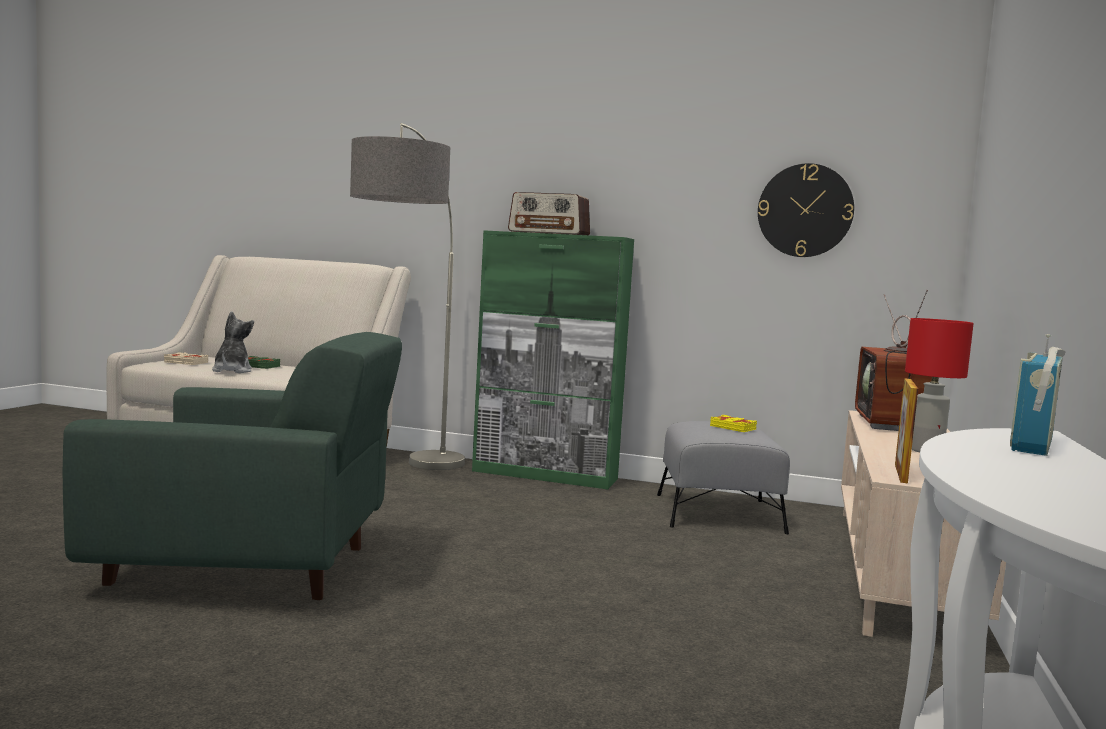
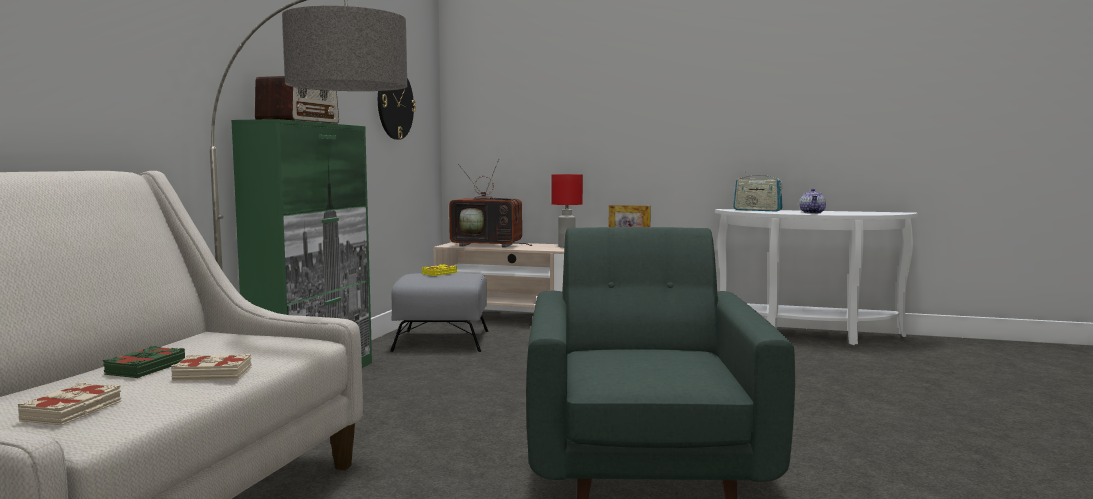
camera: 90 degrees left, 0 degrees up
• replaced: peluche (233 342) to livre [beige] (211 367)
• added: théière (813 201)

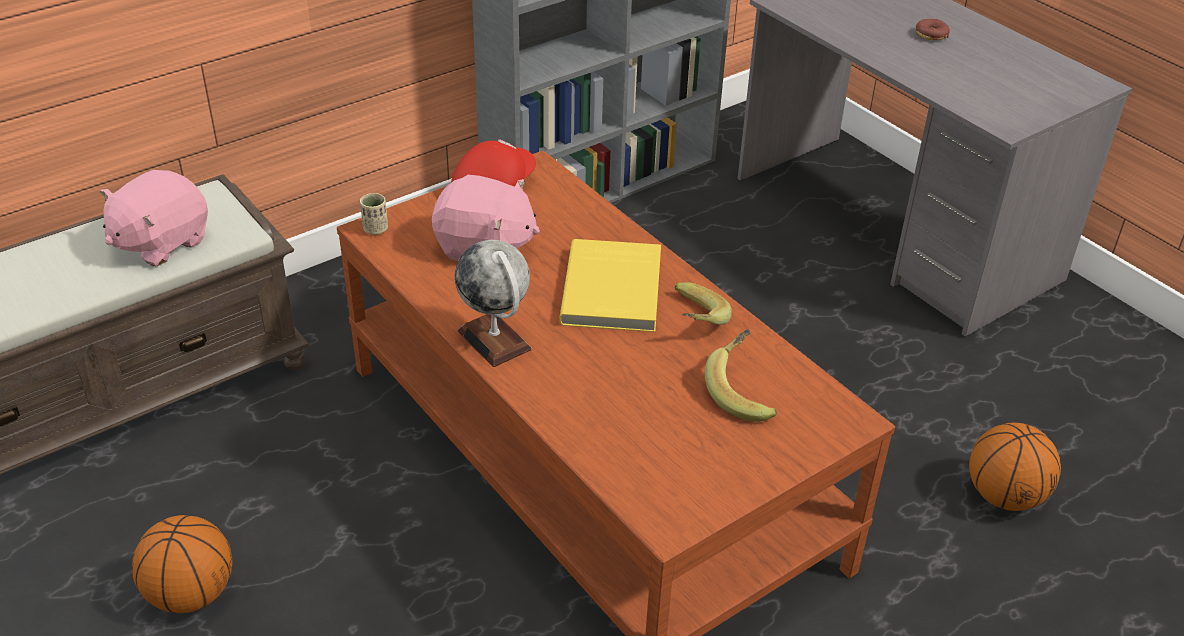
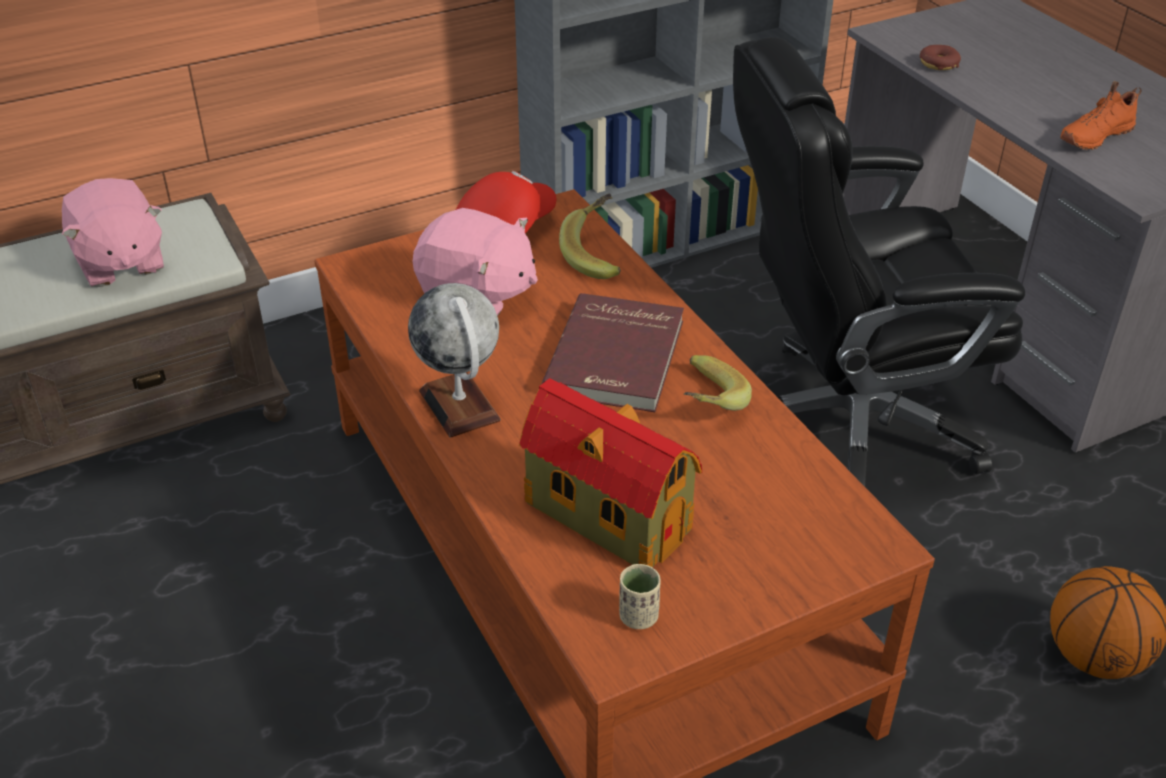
camera: 10 degrees right, 0 degrees up
• turned: peluche [rose] (154 218) = (113 232) 75 degrees counterclockwise
• removed: ballon de basket (182 564)
• moved: tasse [beige] (374 214) to (640 596)
• recoloured: livre [jaune] (610 285) to livre [rouge] (613 352)
• moved: banane (741 375) to (590 236)
• moved: beignet (933 29) to (940 57)
• added: maison miniature (610 472)
• added: chaise de bureau [noir] (879 261)
• added: chaussure [orange] (1101 115)

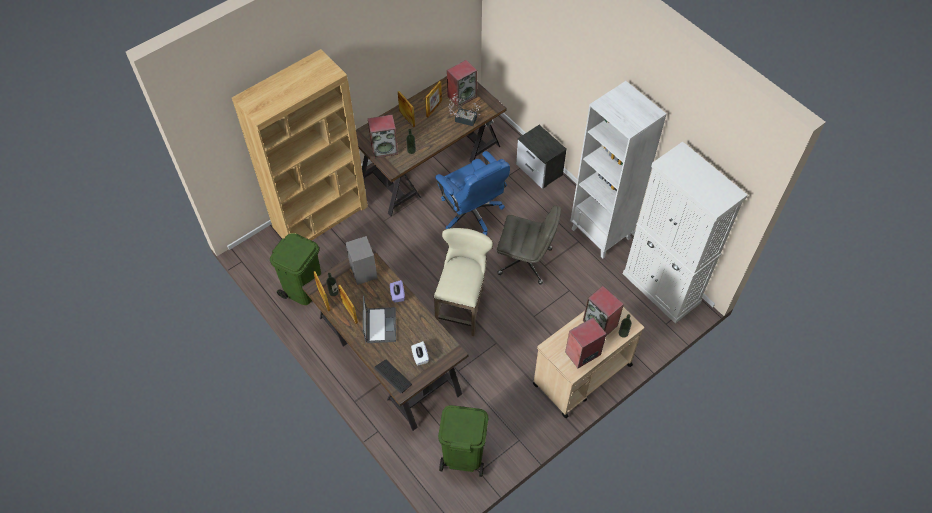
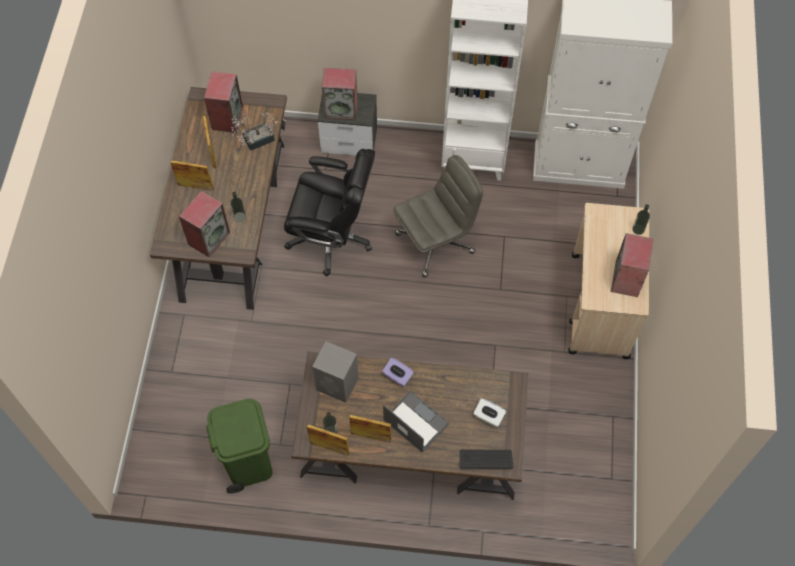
camera: 45 degrees left, 5 degrees up
• removed: bibliothèque [marron] (300 145)
• removed: tabouret [beige] (463 282)
• recoloured: chaise de bureau [bleu] (472 193) to chaise de bureau [noir] (329 212)
• removed: poubelle [vert] (463 441)
• moved: enceinte (603 311) to (340 94)

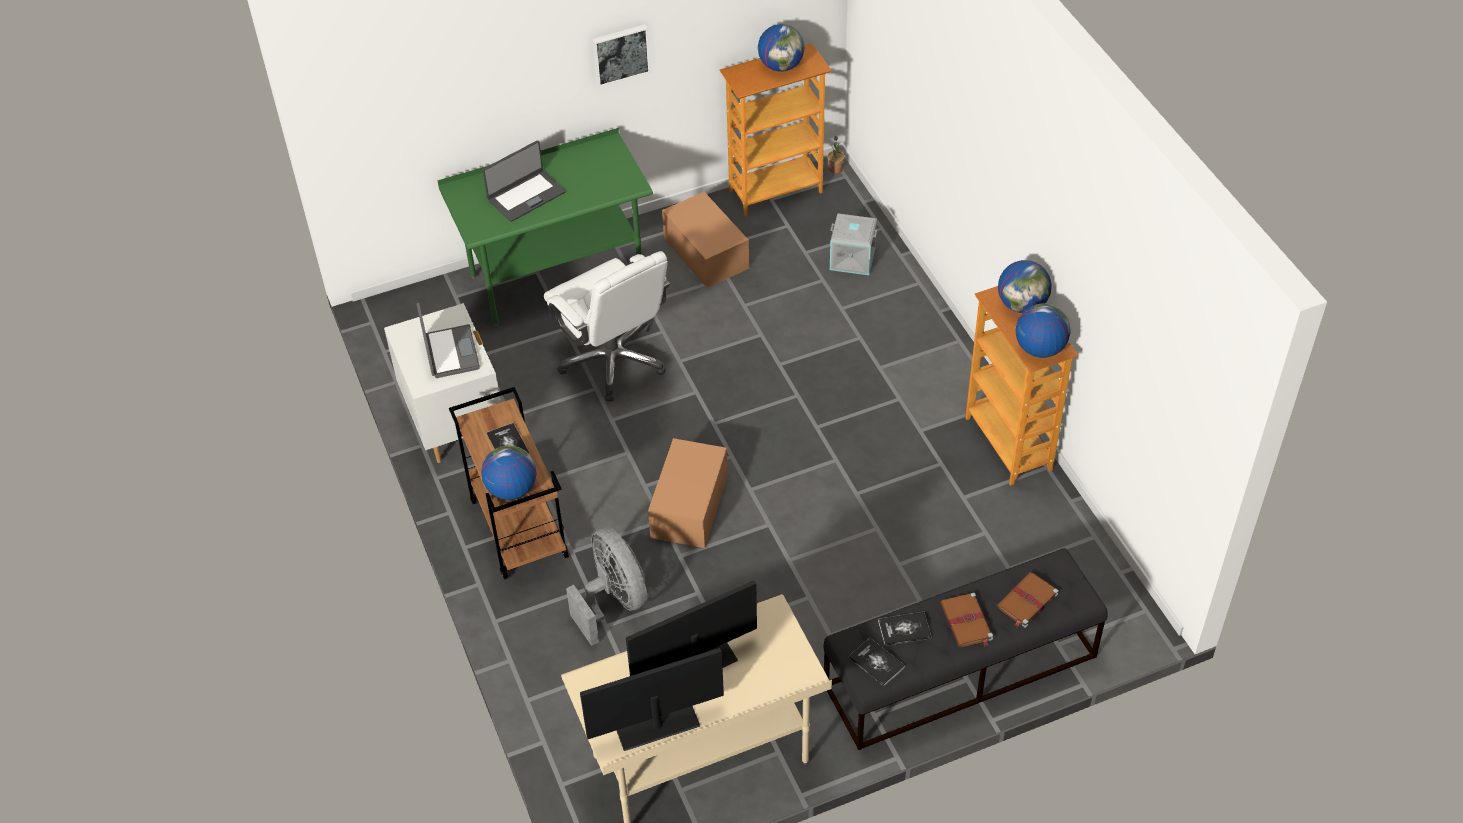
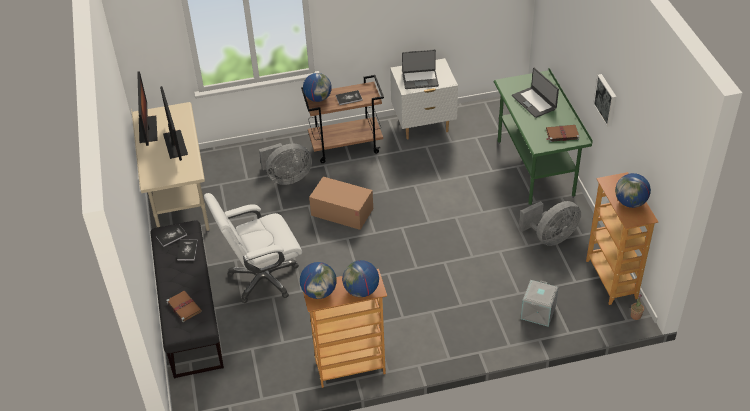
camera: 100 degrees right, 5 degrees down
• moved: chaise de bureau [blanc] (607 326) to (253 248)
• replaced: carton (705 240) to ventilateur [gris] (550 223)
• moved: livre [marron] (966 620) to (563 133)

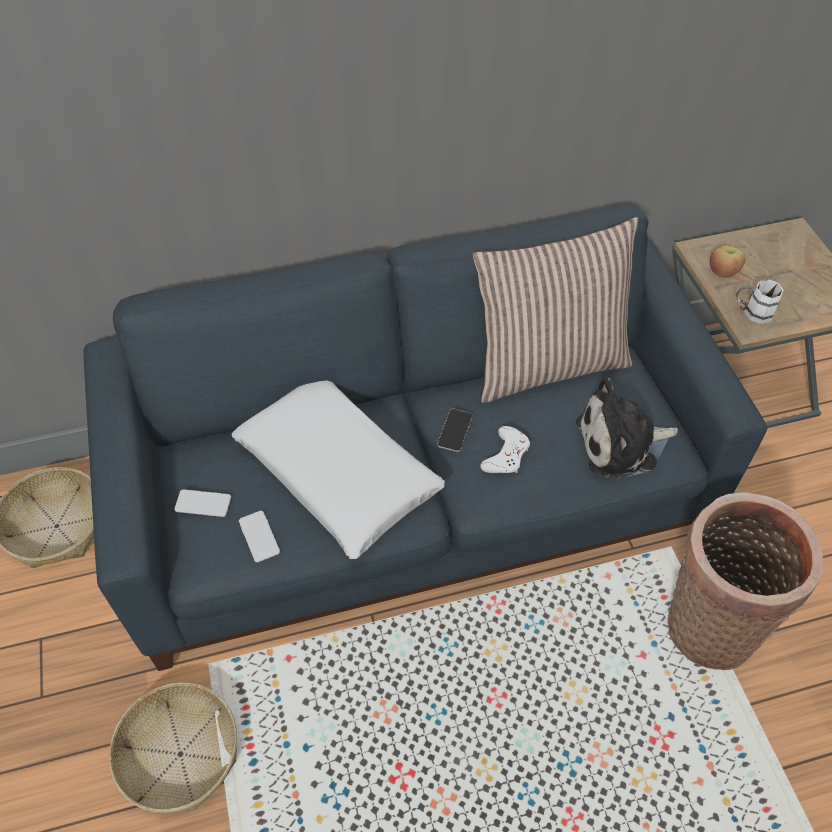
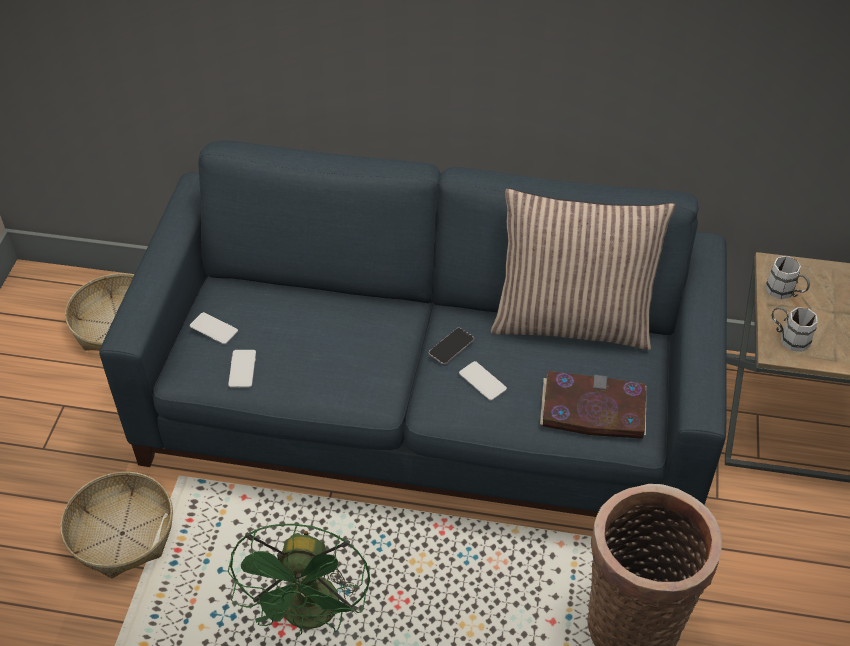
camera: 25 degrees right, 5 degrees down
• removed: coussin [blanc] (338 470)
• replaced: manette [blanc] (505 449) to téléphone (483 381)
• replaced: peluche (627 428) to livre (593 405)
• replaced: pomme (727 261) to mug [blanc] (787 277)
• added: ventilateur [vert] (299 579)

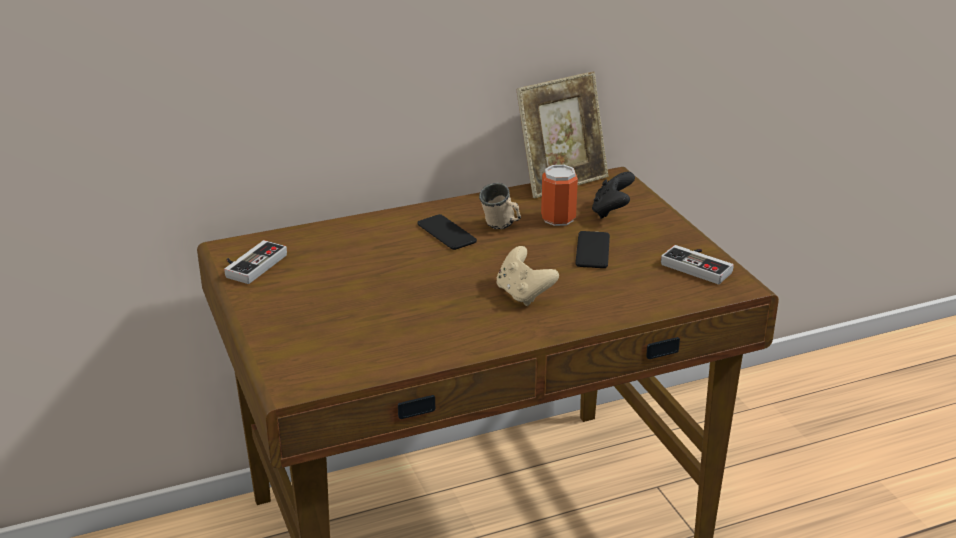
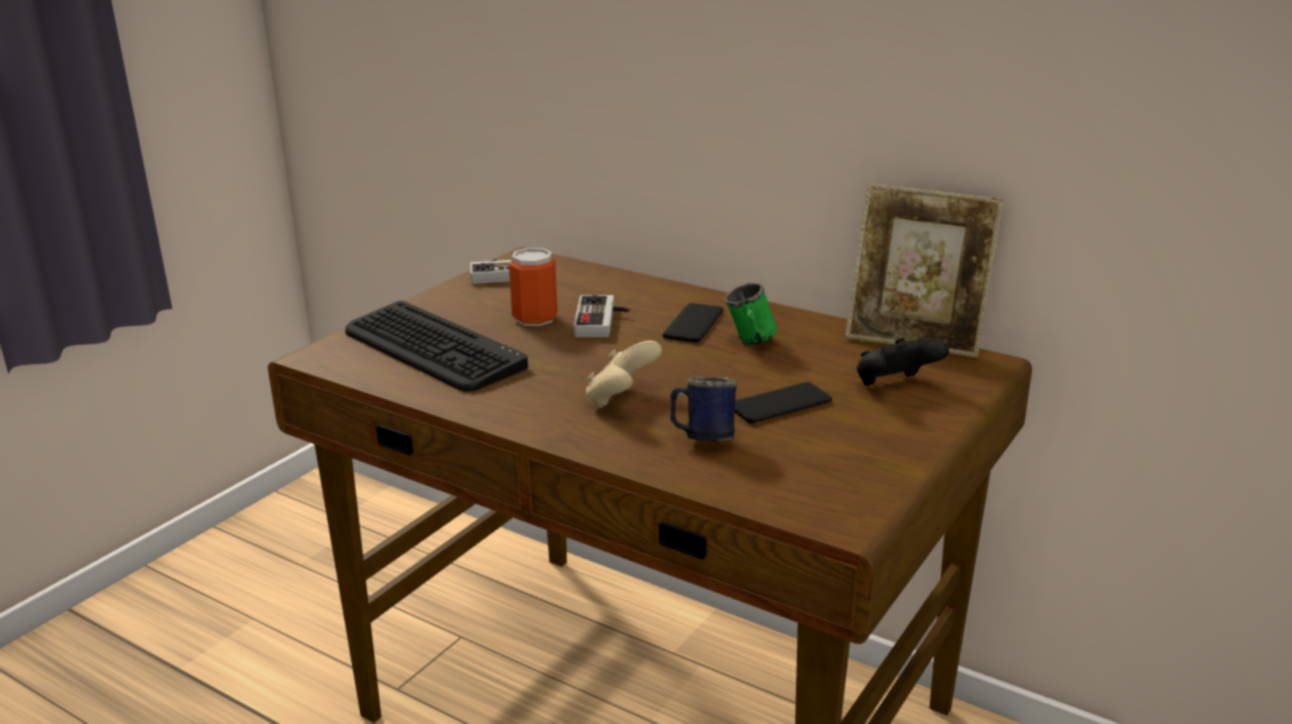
camera: 55 degrees right, 5 degrees down
• recoloured: mug [beige] (500 206) to mug [vert] (751 313)
• moved: boîte métallique (559 195) to (533 287)
• moved: manette (697 264) to (601 316)
• added: clavier (436 346)
• added: mug [bleu] (704 409)

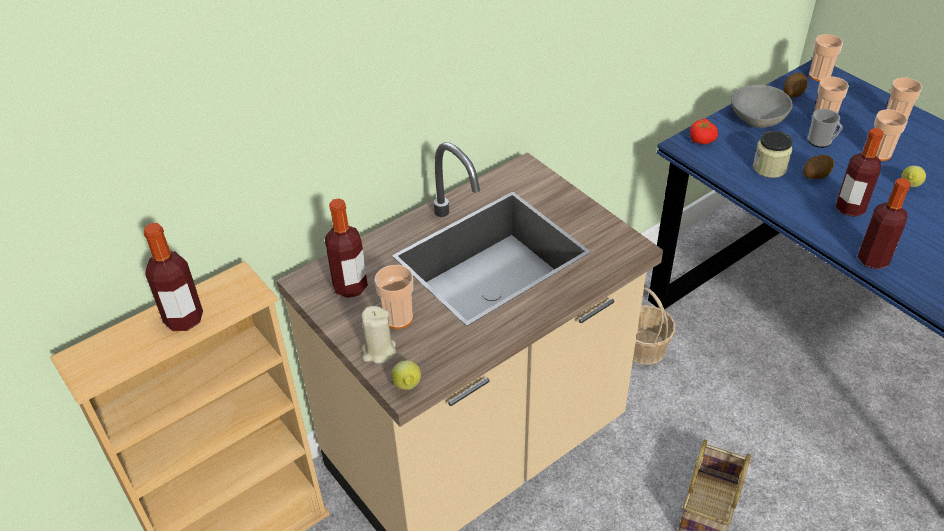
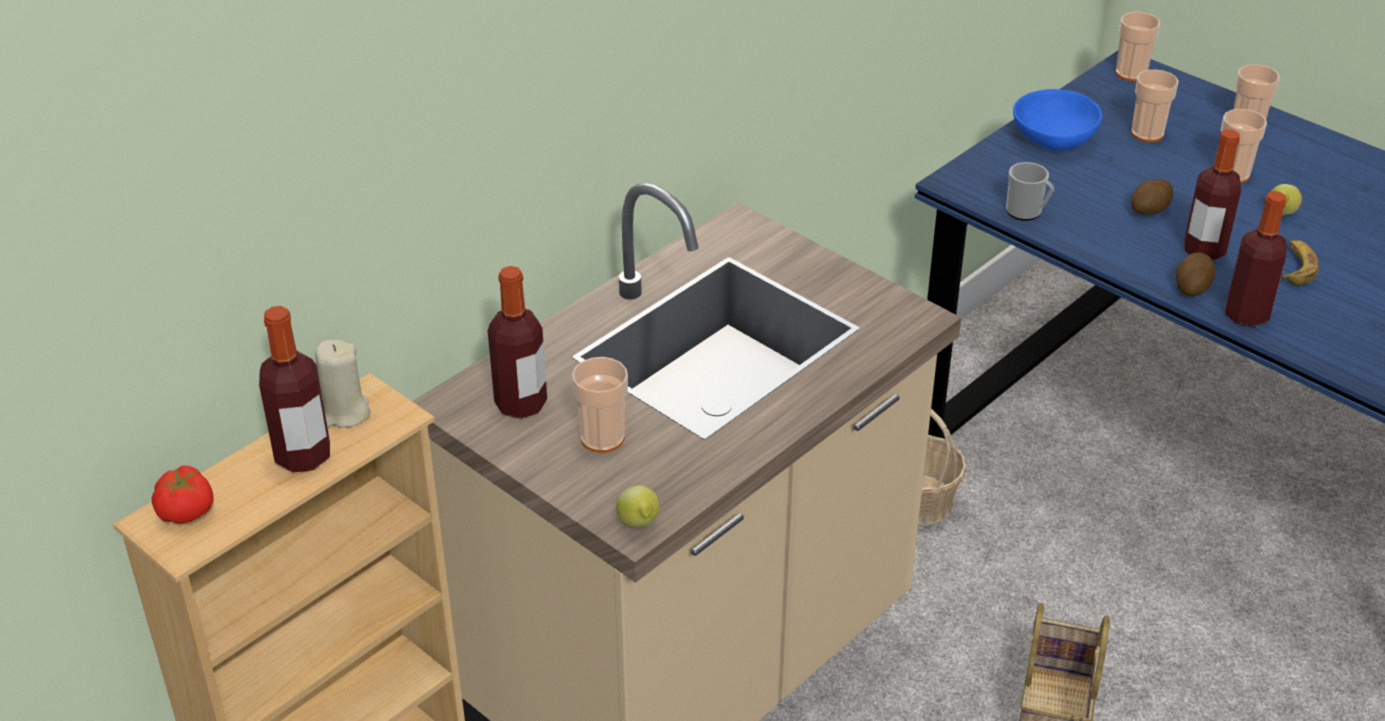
camera: 10 degrees left, 5 degrees down
• moved: bougie [beige] (378 335) to (343 384)
• moved: tomate (704 131) to (183 494)
• recoloured: bol [gris] (762 106) to bol [bleu] (1057 120)
• removed: bocal (773 154)
• moved: pomme de terre (795 85) to (1195 274)
• moved: mug (825 128) to (1030 191)
• added: banane (1299 262)

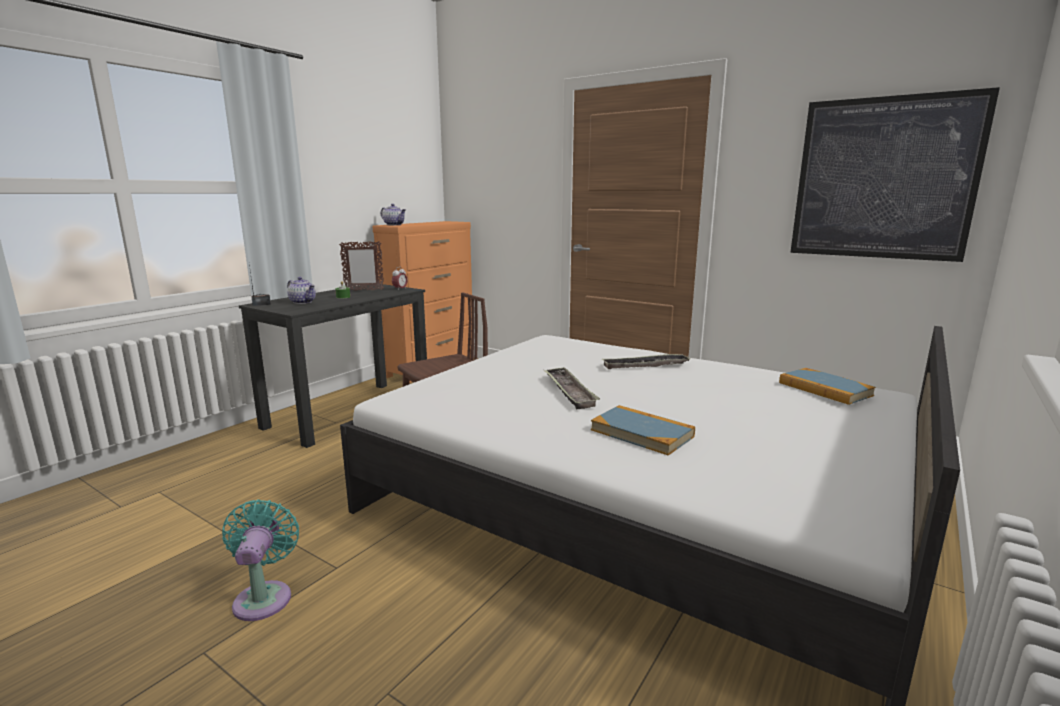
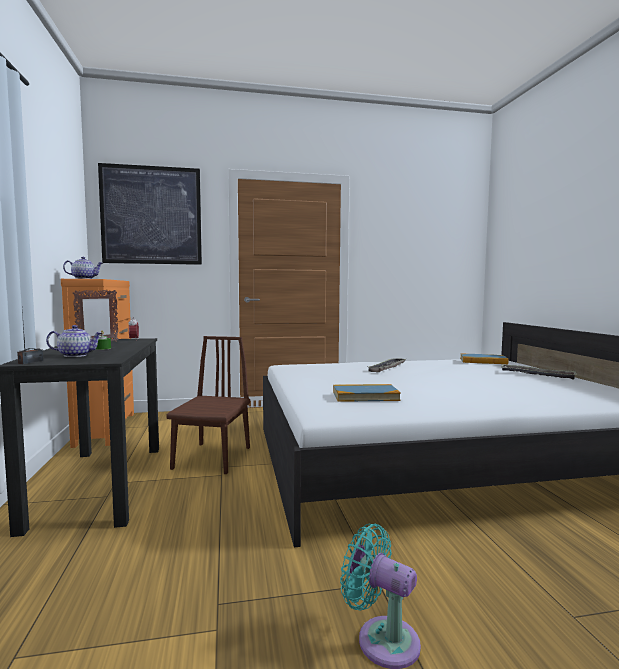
camera: 45 degrees left, 10 degrees down
• moved: plateau (571 388) to (539 372)
• moved: livre (643 430) to (367 393)
• moved: tableau (895 174) to (150 214)

